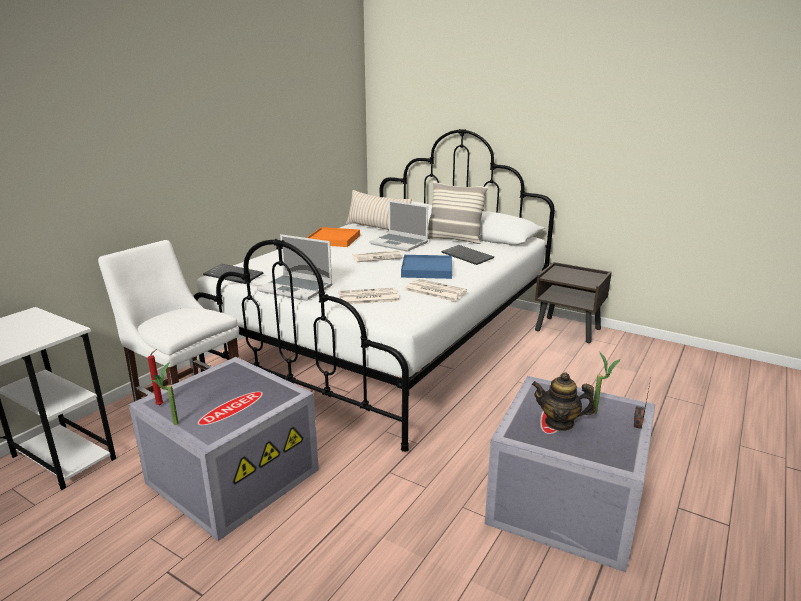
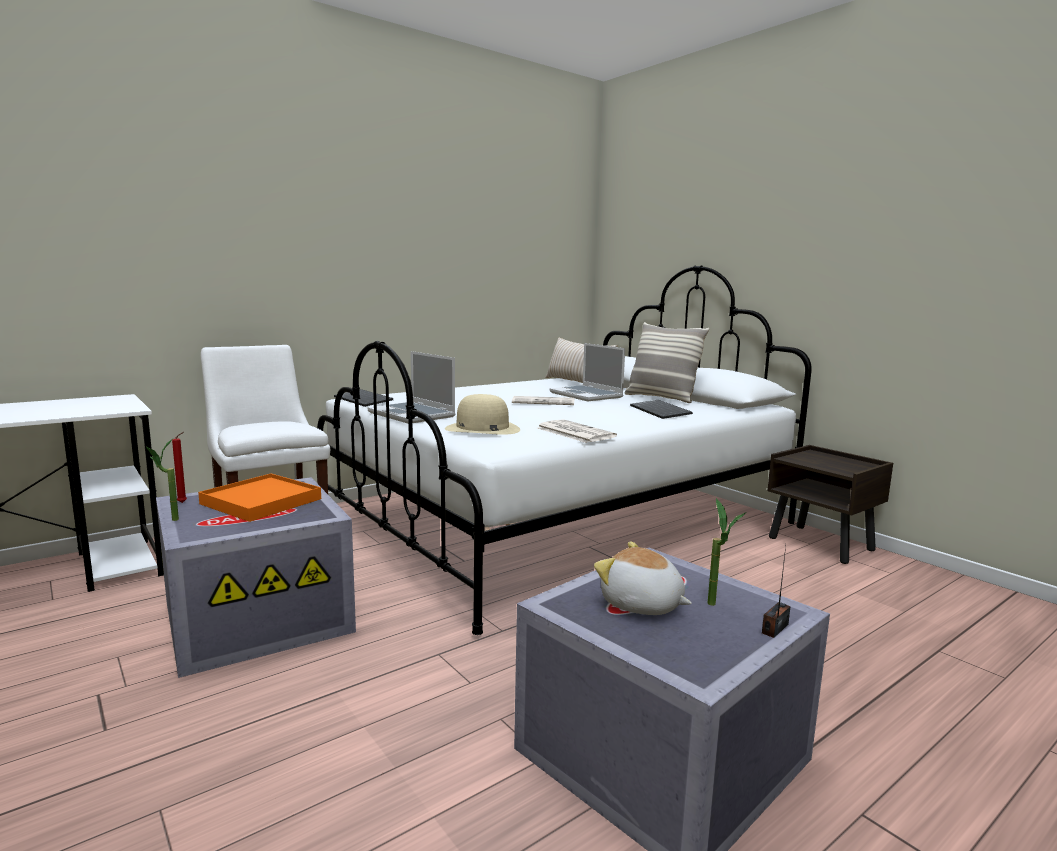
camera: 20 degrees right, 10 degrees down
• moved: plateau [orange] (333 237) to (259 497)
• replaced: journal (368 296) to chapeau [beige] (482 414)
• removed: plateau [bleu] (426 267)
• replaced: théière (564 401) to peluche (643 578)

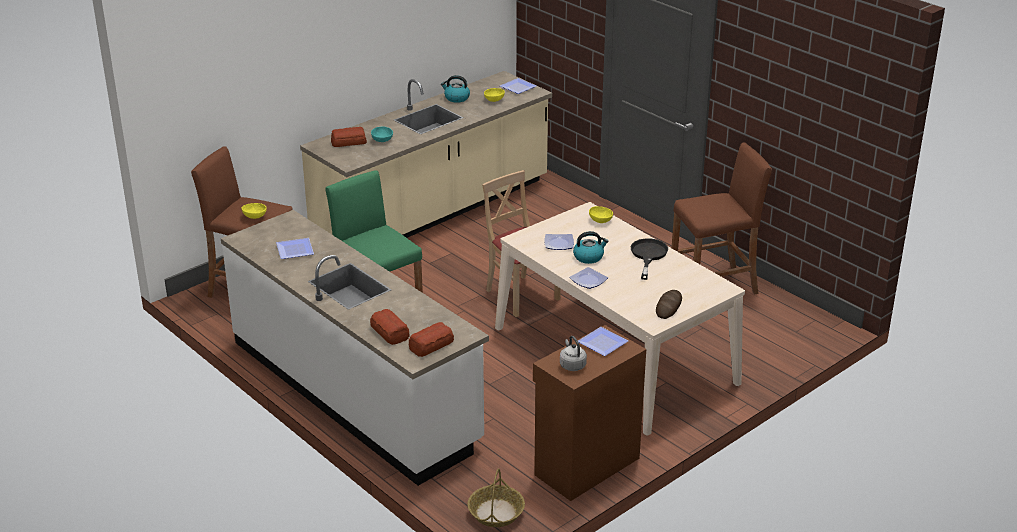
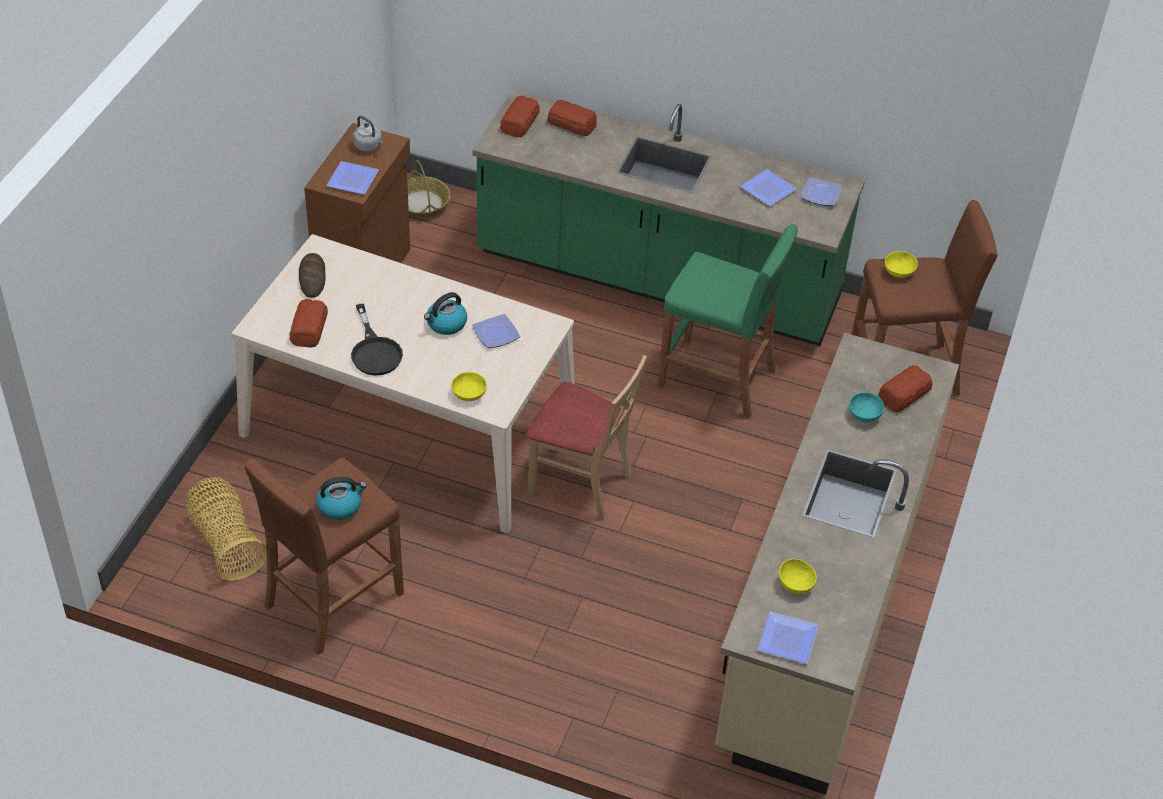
camera: 150 degrees right, 15 degrees up
• recoloured: comptoir de cuisine [blanc] (355 348) to comptoir de cuisine [vert] (669 217)
• moved: bouilloire (455 89) to (341 498)
• moved: assiette (588 278) to (821 191)
• added: panier (226 528)
• added: pain (308 323)

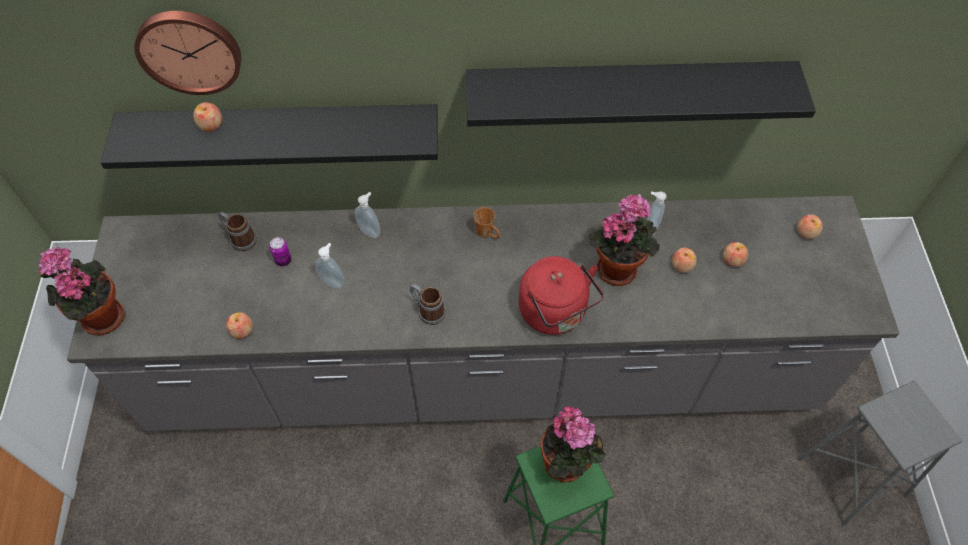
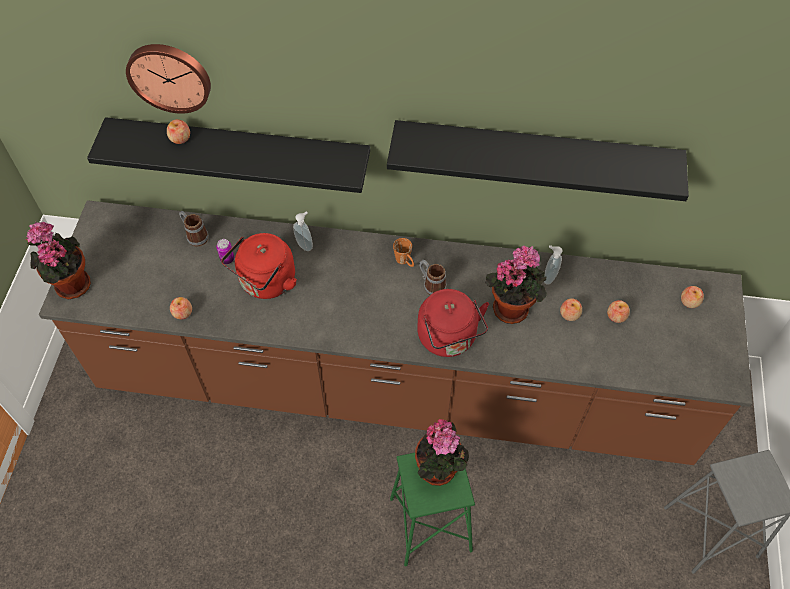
camera: 10 degrees right, 0 degrees up
• recoloured: comptoir de cuisine [gris] (483 313) to comptoir de cuisine [marron] (396 332)
• replaced: distributeur de savon (330 265) to bouilloire [rouge] (259 266)
• moved: mug (428 304) to (433 277)

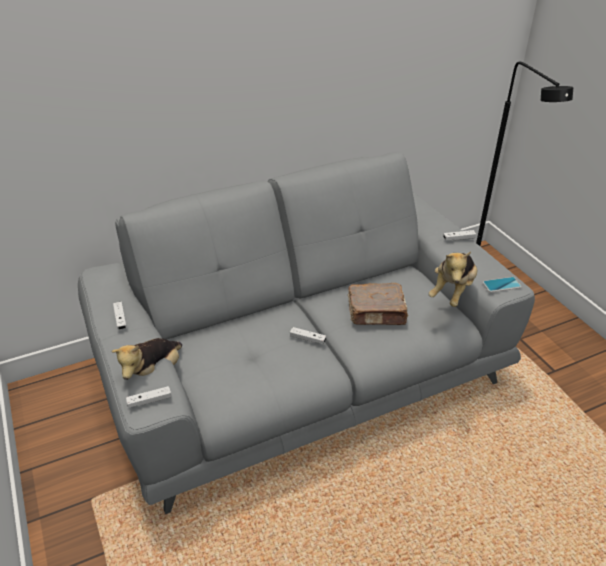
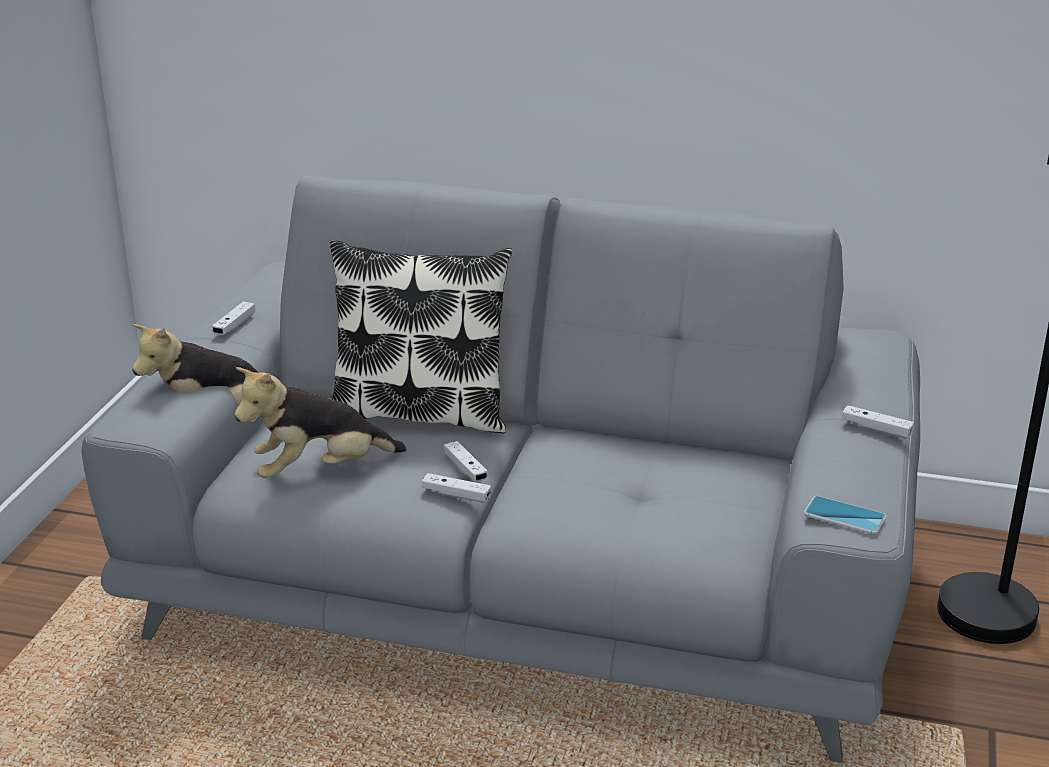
camera: 40 degrees right, 10 degrees down
• moved: manette [blanc] (148 397) to (456 488)
• removed: livre [marron] (378 304)
• moved: peluche (452 279) to (320 422)
• added: coussin (421 336)

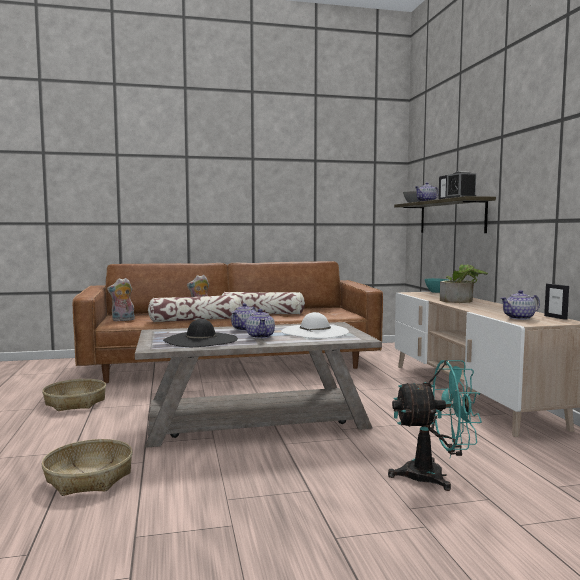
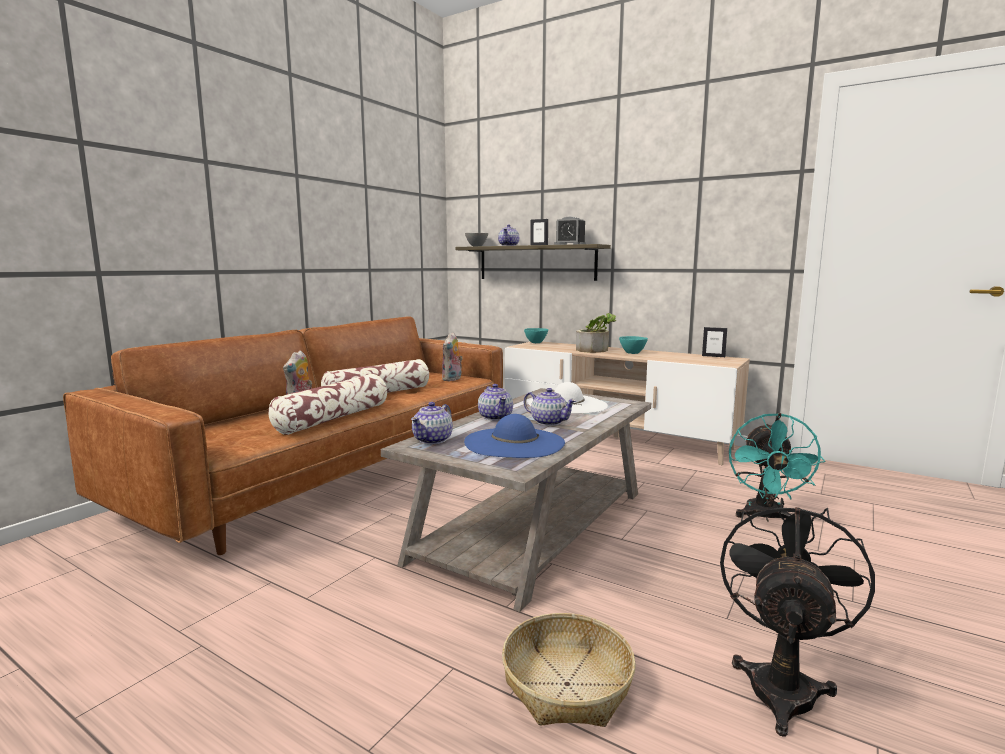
camera: 45 degrees left, 5 degrees up
• removed: panier (74 395)
• moved: peluche (121 299) to (452 356)
• recoloured: chapeau [noir] (200 333) to chapeau [bleu] (514 436)
• turned: ventilateur [turquoise] (435 425) = (777 467) 150 degrees clockwise
• moved: théière (520 305) to (432 423)
• added: bol [turquoise] (633 345)
• added: ventilateur [noir] (797 617)

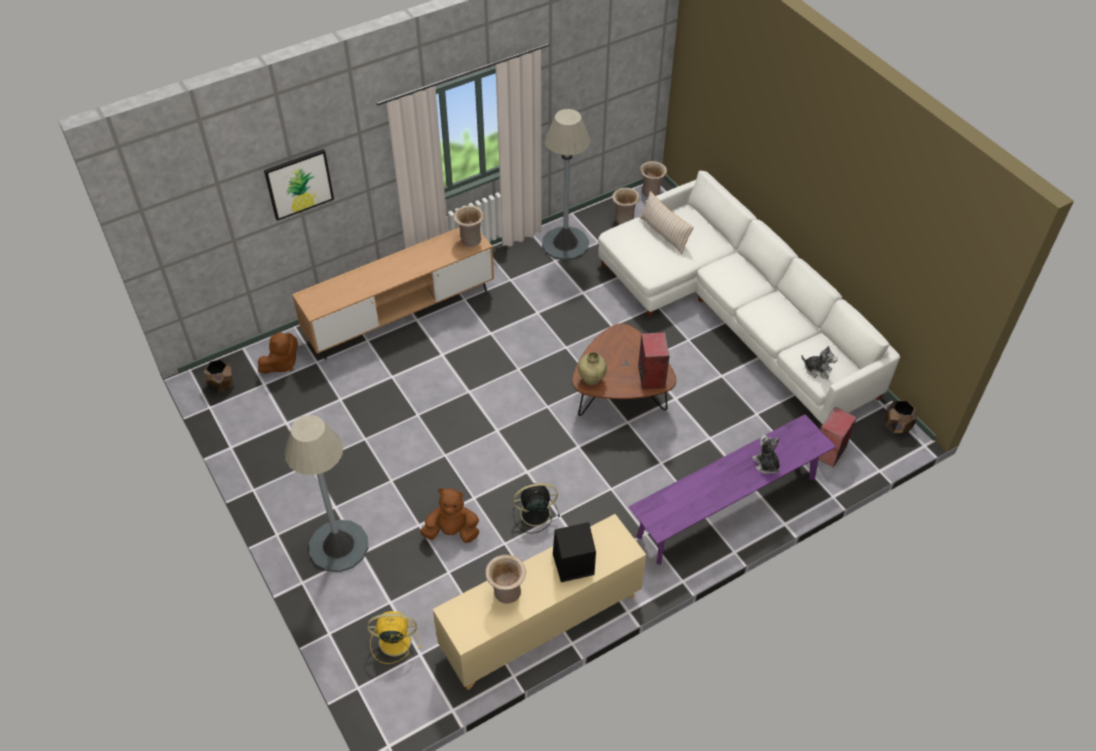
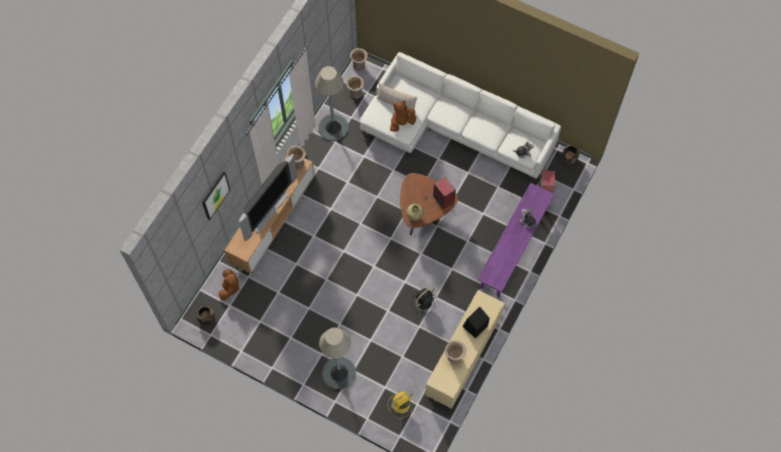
camera: 30 degrees left, 15 degrees up
• moved: peluche [marron] (449 515) to (403 116)
• added: téléviseur (268 197)

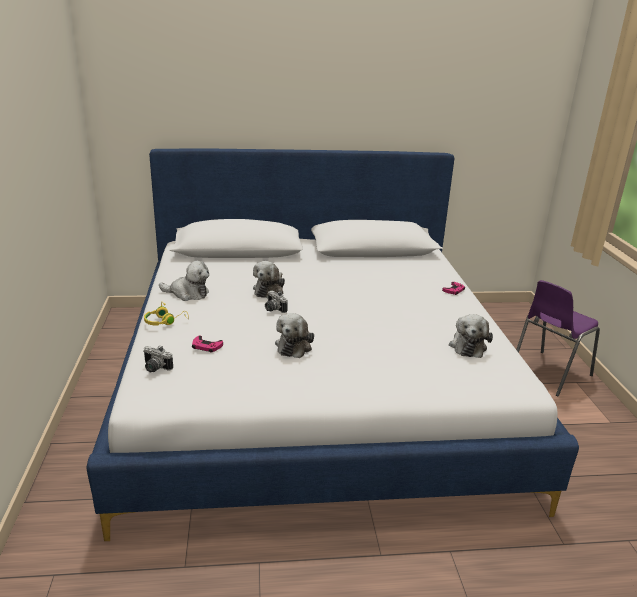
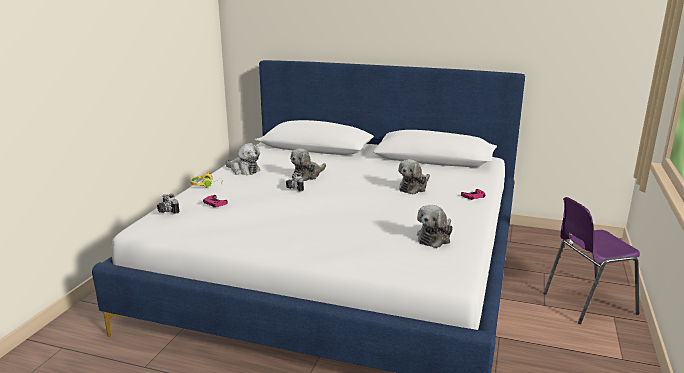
camera: 25 degrees right, 5 degrees down
• moved: peluche (294 335) to (414 176)

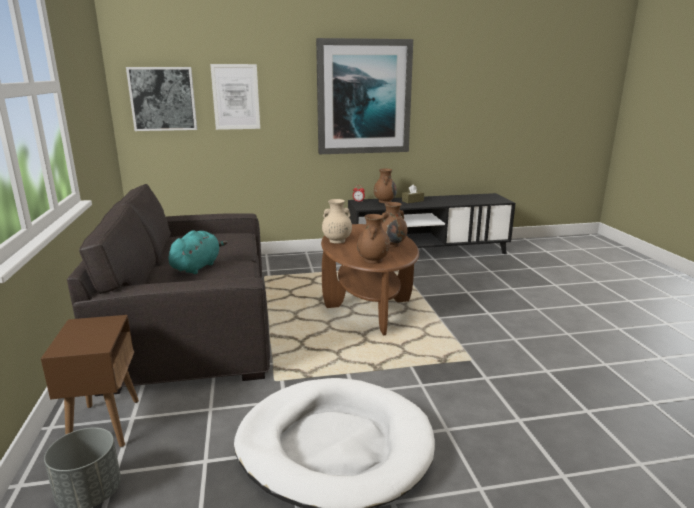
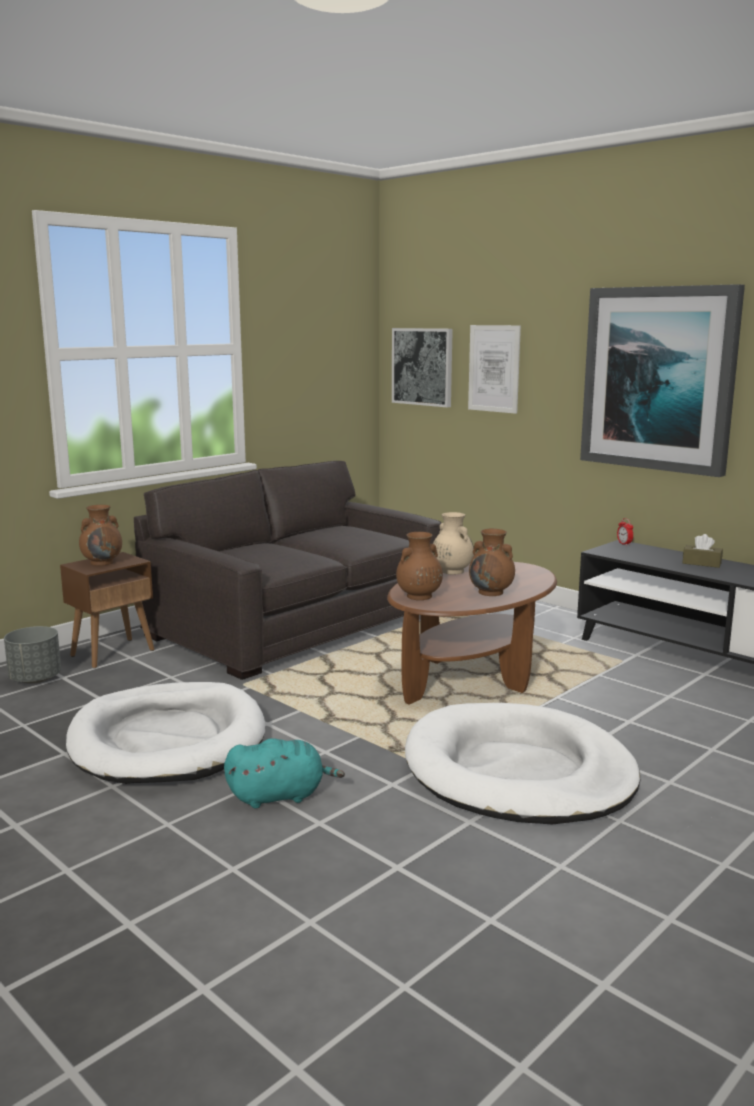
camera: 55 degrees right, 5 degrees down
• moved: peluche [turquoise] (198 252) to (284 773)
• moved: vase [marron] (385 186) to (100 535)
• added: panier pour chien [blanc] (522 763)

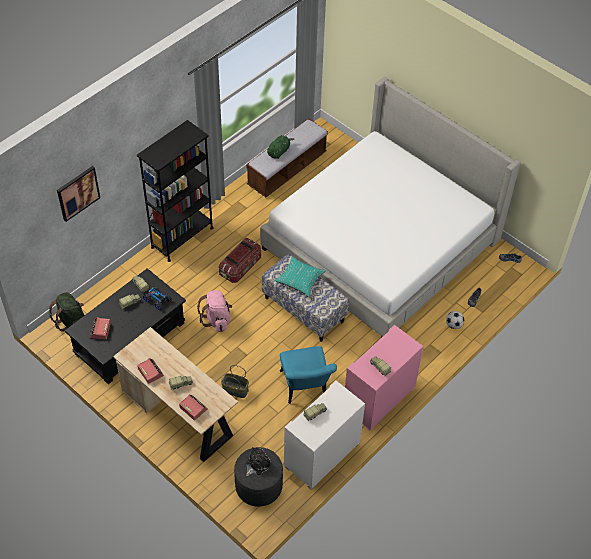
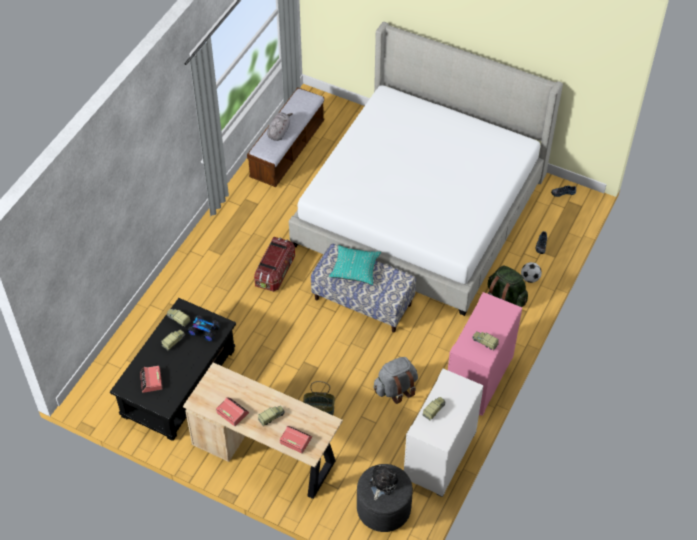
camera: 15 degrees left, 0 degrees up
• moved: sac à dos [vert] (66 312) to (507 286)
• removed: tableau (78 194)
• removed: bibliothèque [noir] (175 191)
• removed: sac à dos [rose] (214 311)
• recoloured: peluche [vert] (280 147) to peluche [gris] (280 126)
• replaced: chaise [turquoise] (308 375) to sac à dos [gris] (396 380)

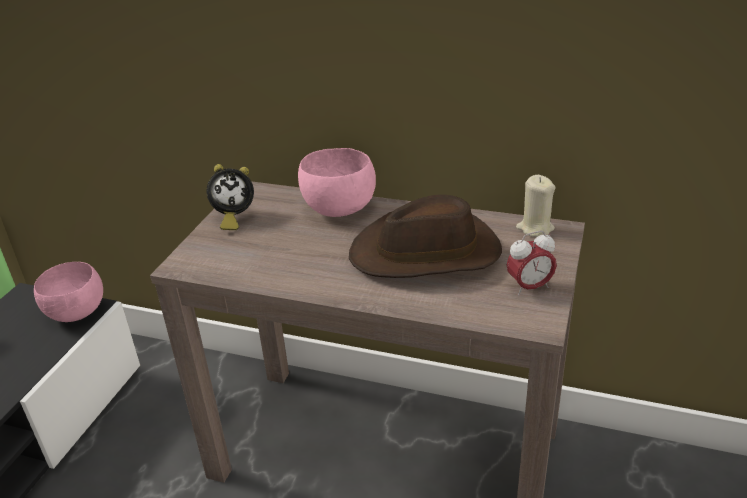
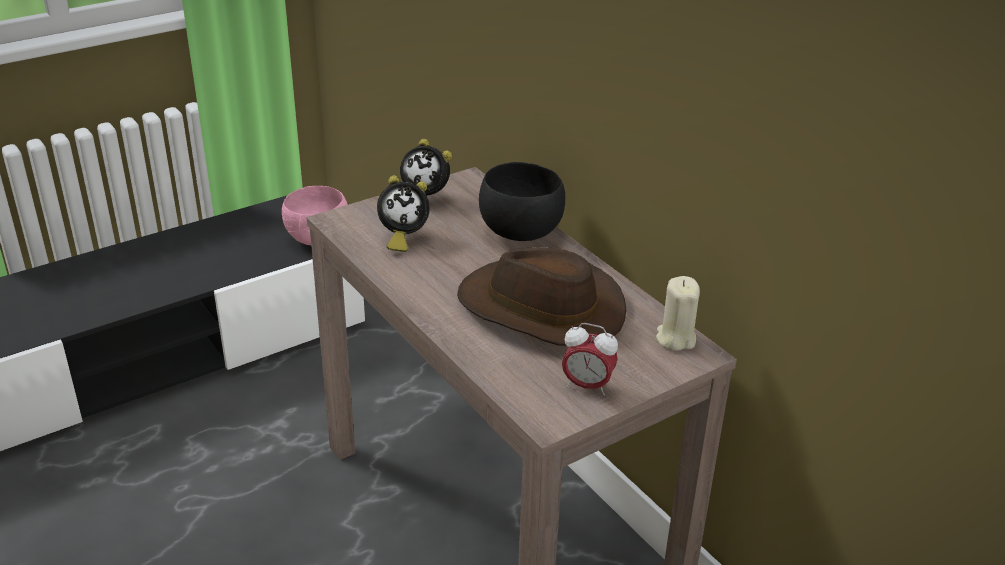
camera: 35 degrees right, 0 degrees up
• recoloured: bol [rose] (337 182) to bol [noir] (522 201)
• added: réveil (403 213)

